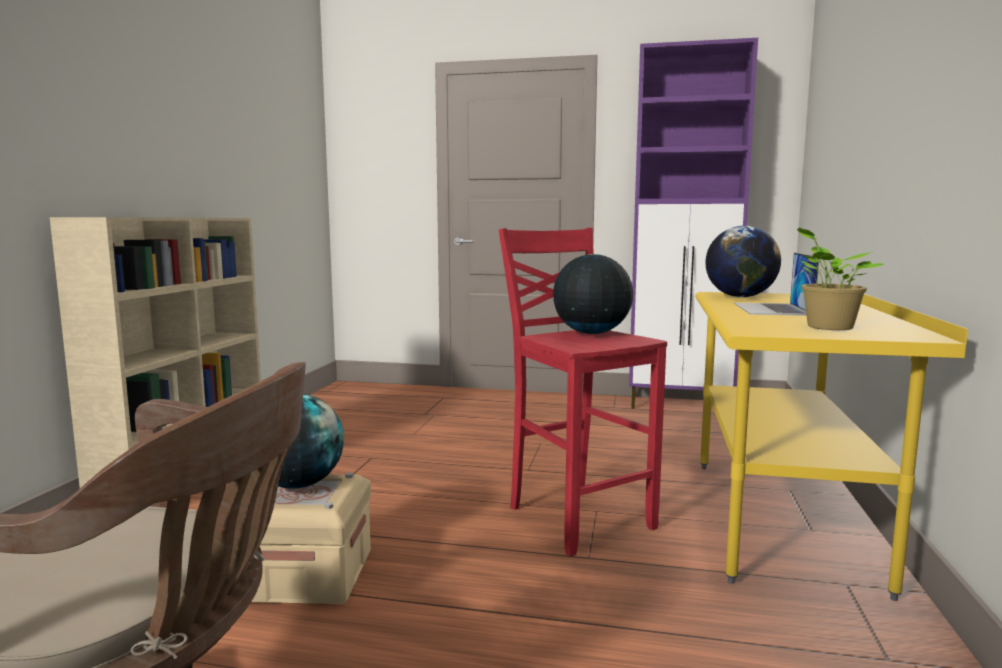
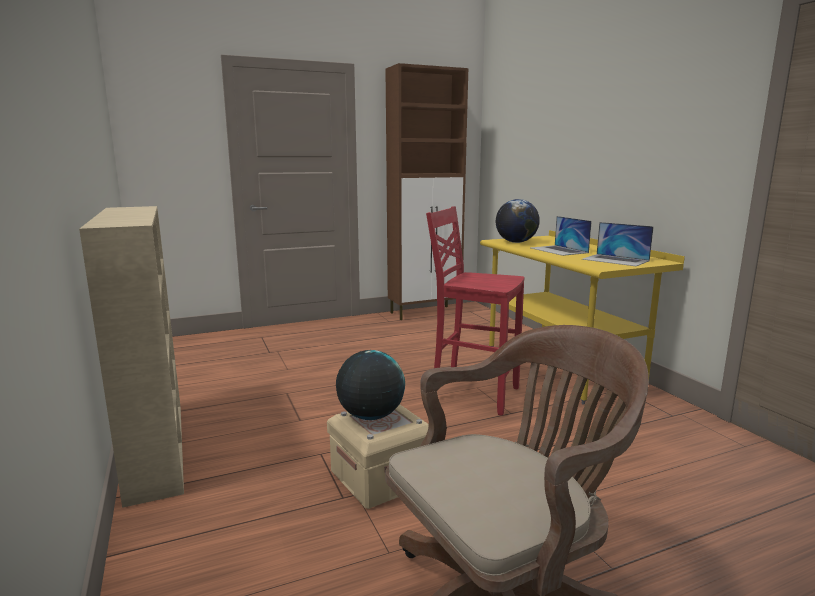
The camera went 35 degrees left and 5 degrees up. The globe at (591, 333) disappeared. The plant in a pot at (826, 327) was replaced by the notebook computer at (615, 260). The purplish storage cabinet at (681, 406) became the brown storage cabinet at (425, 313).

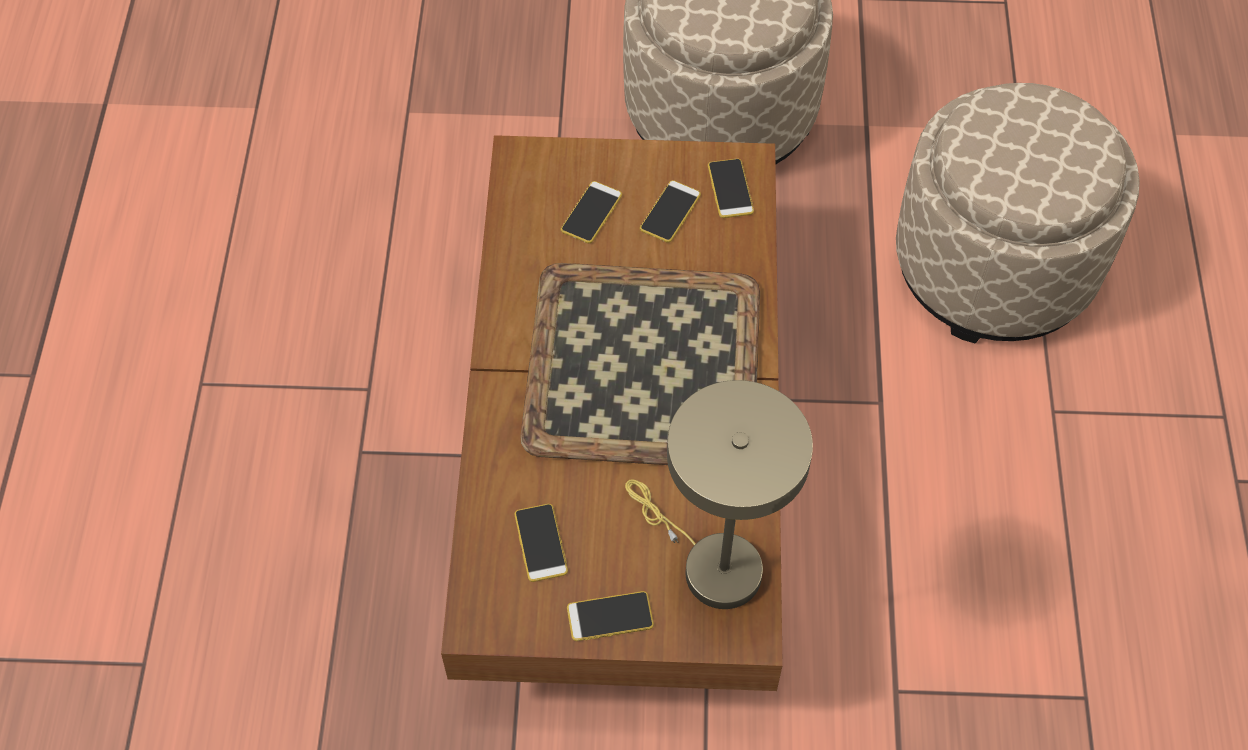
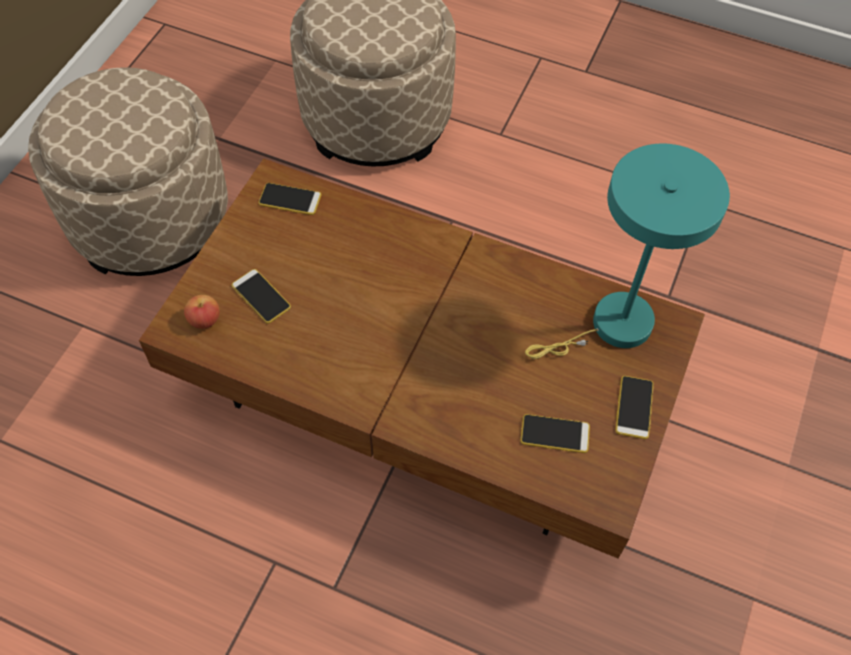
The camera went 70 degrees left and 0 degrees up. The tray at (641, 366) disappeared. The handset at (670, 212) disappeared. The apple fruit at (204, 320) appeared. The beige-coloured tabletop lamp at (711, 564) became the blue-green tabletop lamp at (612, 327).

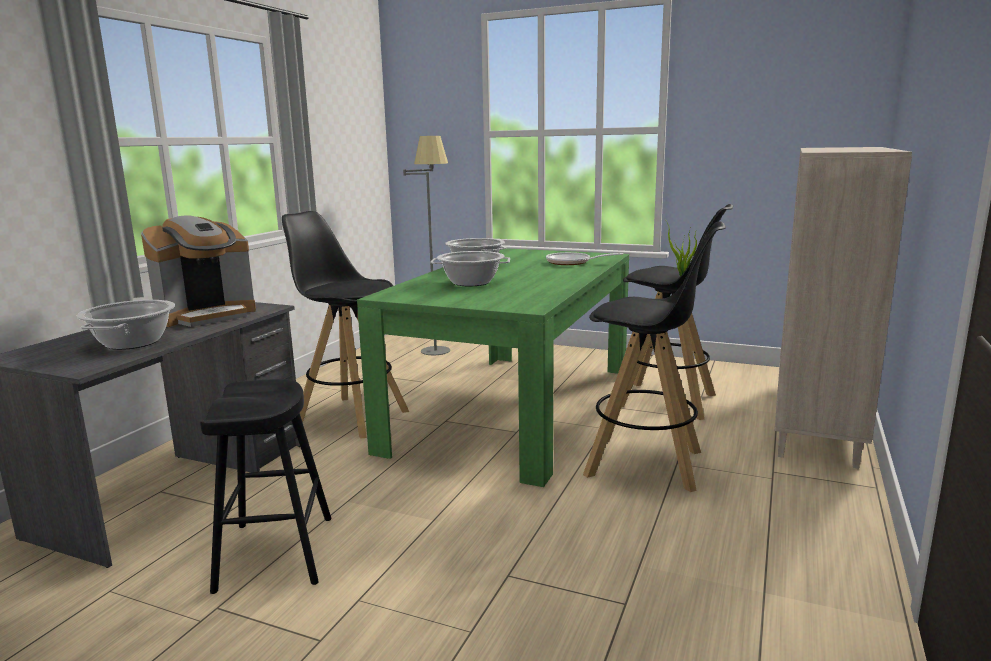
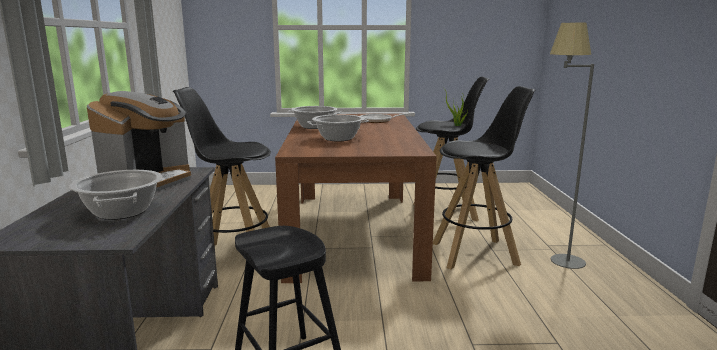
The camera went 25 degrees left and 0 degrees up. The beige-coloured storage cabinet at (815, 421) disappeared. The greyish standard lamp moved from (436, 346) to (556, 255). The greenish dinner table at (514, 408) became the brown dinner table at (353, 231).

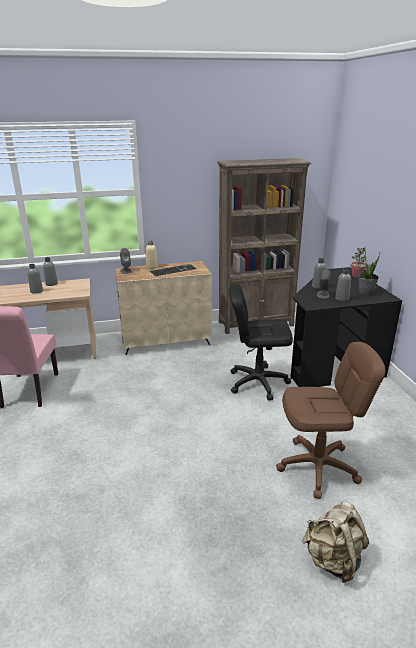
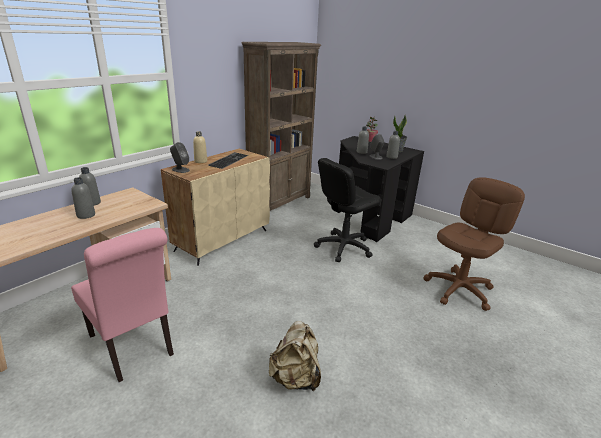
The camera went 40 degrees left and 0 degrees up. The beige-coloured knapsack moved from (333, 559) to (295, 378).

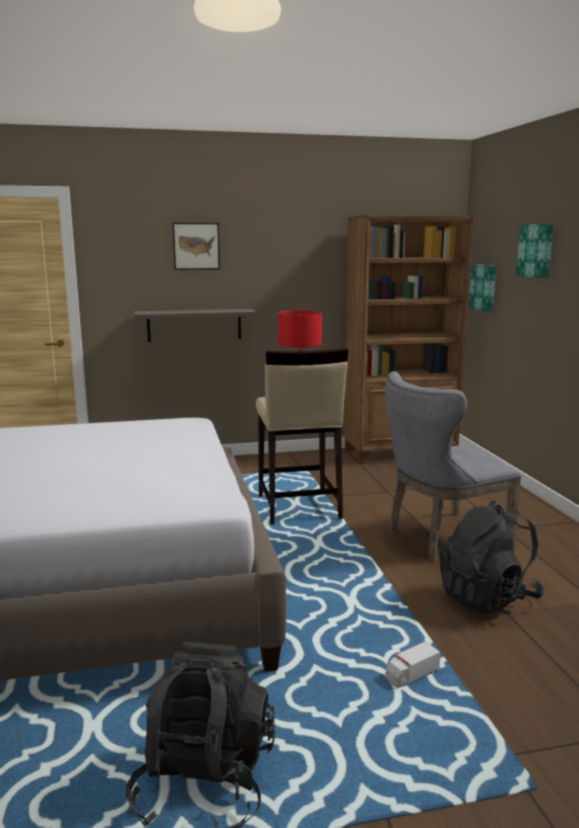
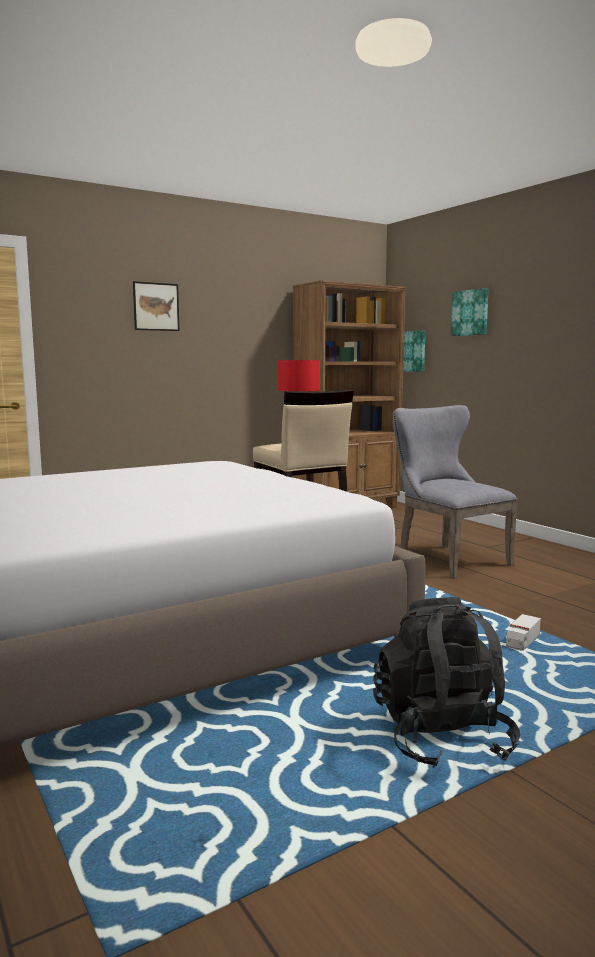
The camera went 20 degrees left and 5 degrees down. The bracket shelf at (194, 325) disappeared. The black knapsack at (487, 598) disappeared. The greyish chair at (441, 538) turned 105 degrees clockwise.

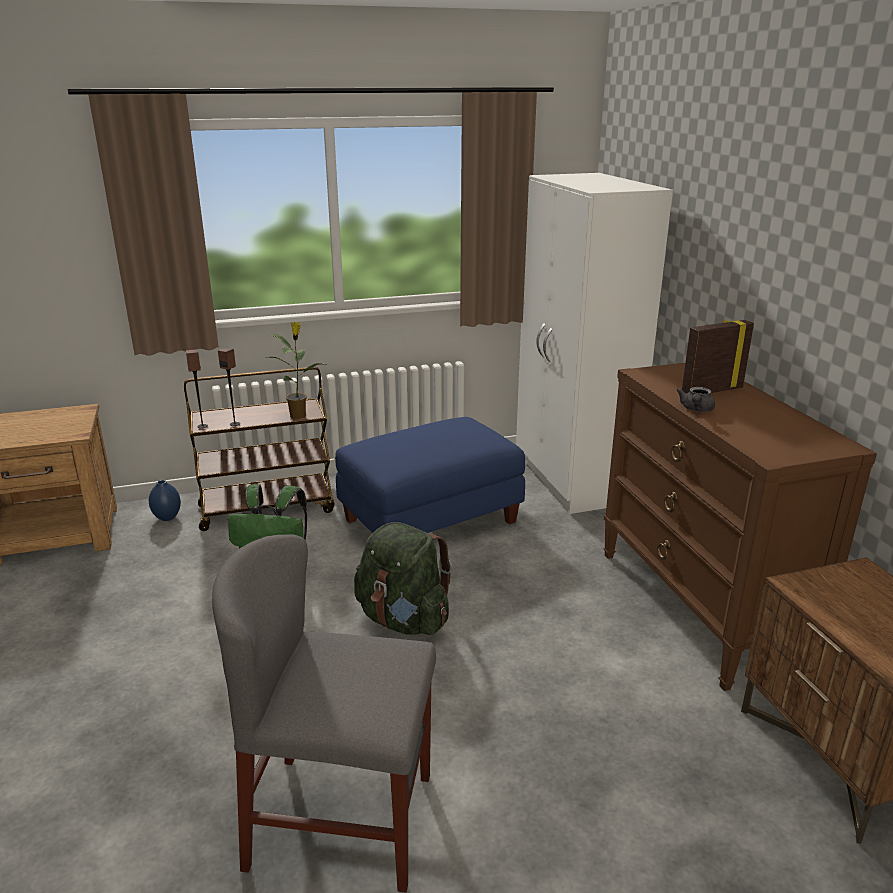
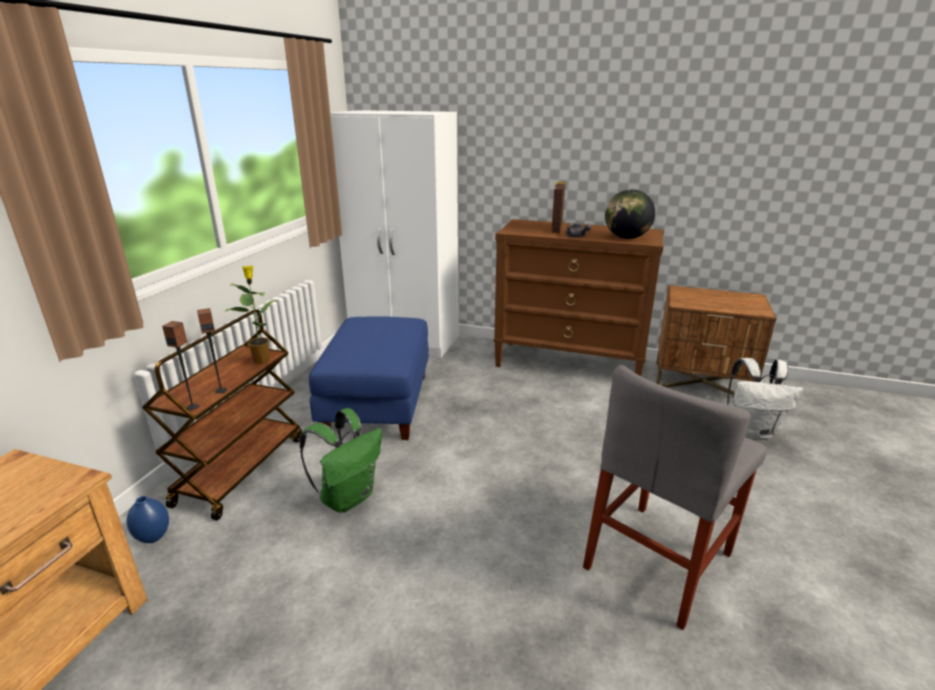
The camera went 55 degrees left and 0 degrees up. The greenish knapsack at (404, 620) disappeared. The globe at (626, 238) appeared. The whitish knapsack at (750, 431) appeared.

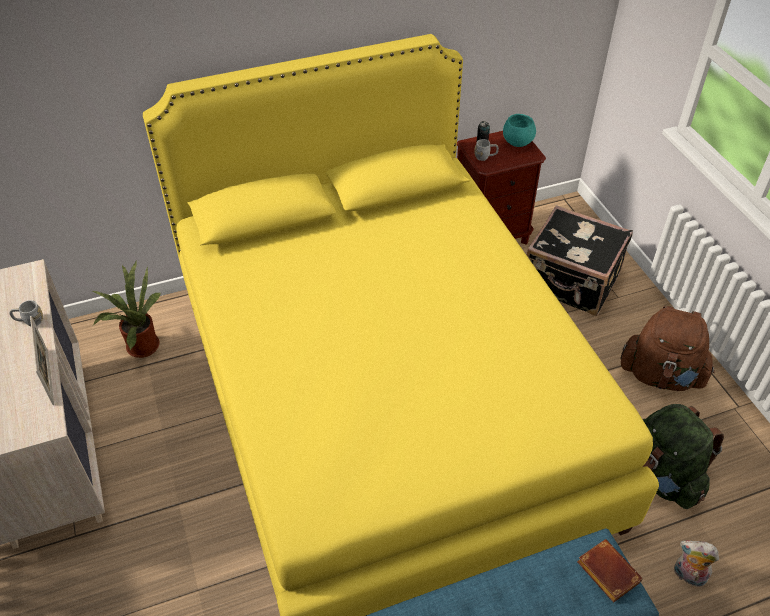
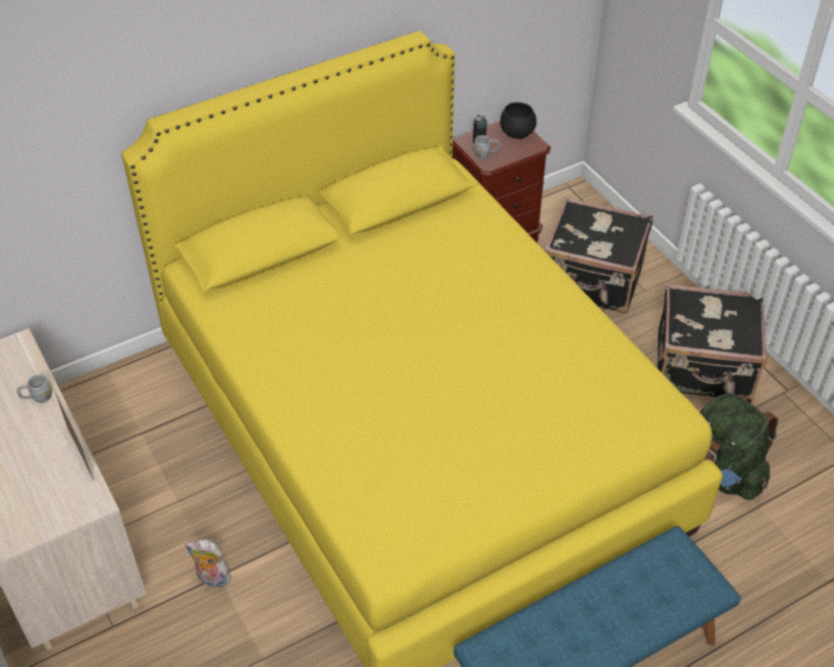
The camera went 10 degrees left and 0 degrees up. The plant in a pot at (140, 345) disappeared. The brown bound book at (605, 572) disappeared. The cuddly toy moved from (688, 576) to (211, 579). The brown knapsack at (661, 375) was replaced by the black piece of luggage at (703, 368). The blue-green bowl at (518, 142) became the black bowl at (517, 133).

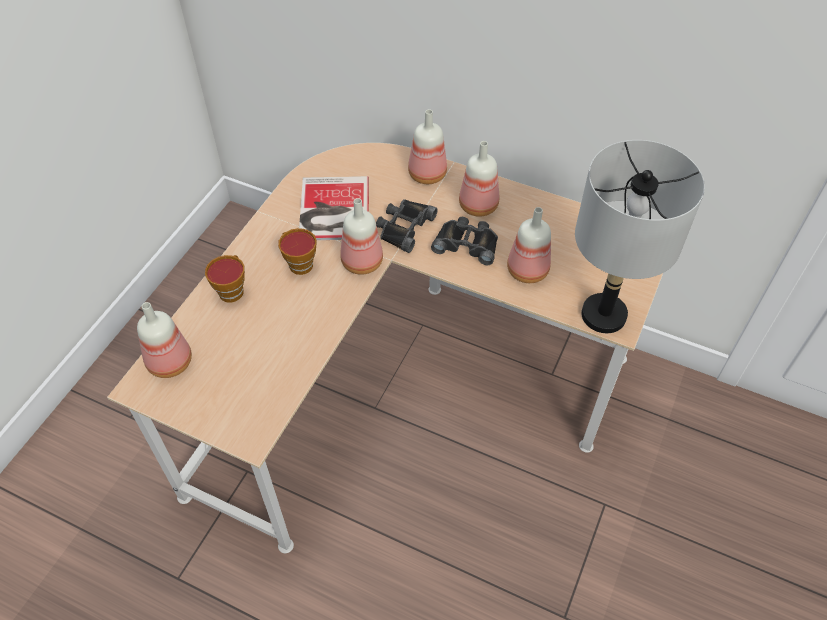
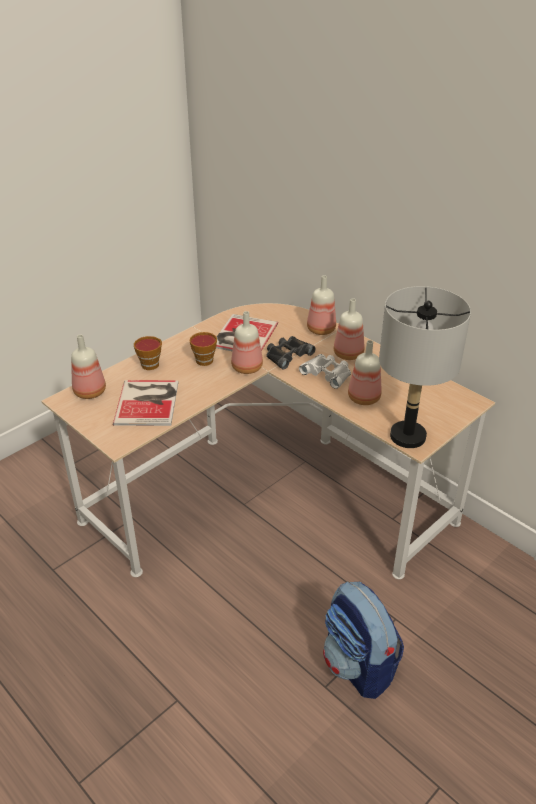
The camera went 20 degrees right and 15 degrees down. The bound book at (149, 401) appeared. The knapsack at (358, 665) appeared. The black binoculars at (467, 243) became the whitish binoculars at (327, 373).

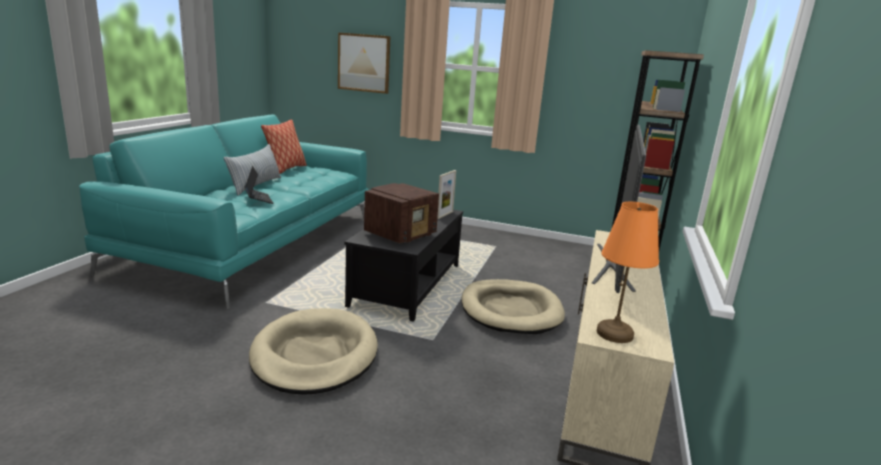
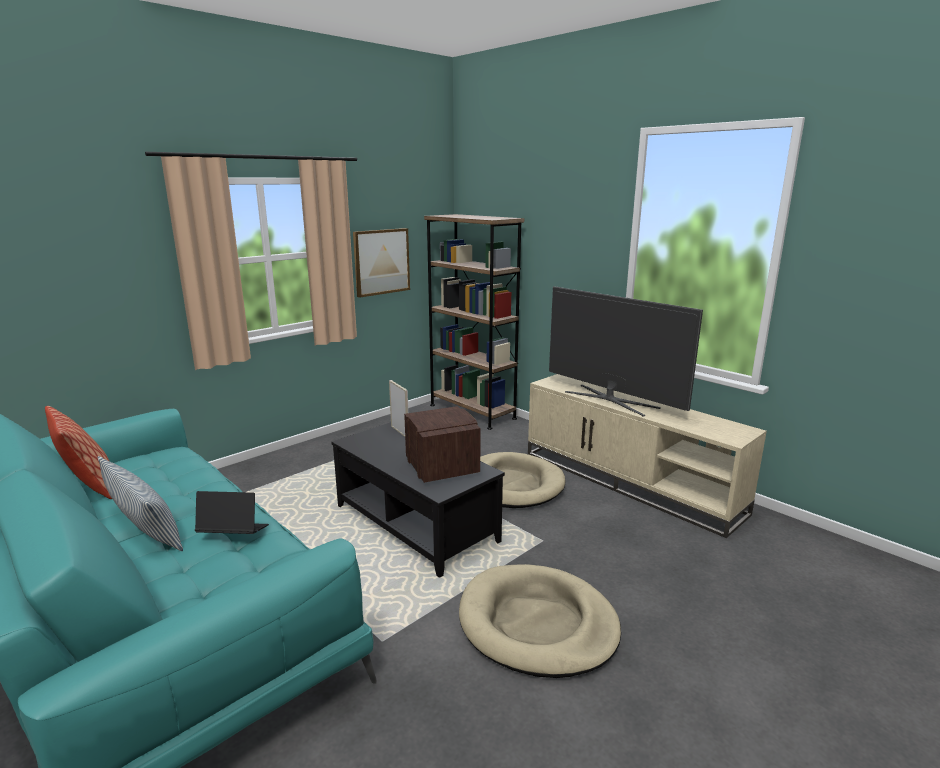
The camera went 60 degrees left and 0 degrees up. The orange-coloured tabletop lamp at (615, 334) disappeared. The wall art moved from (364, 63) to (381, 261).

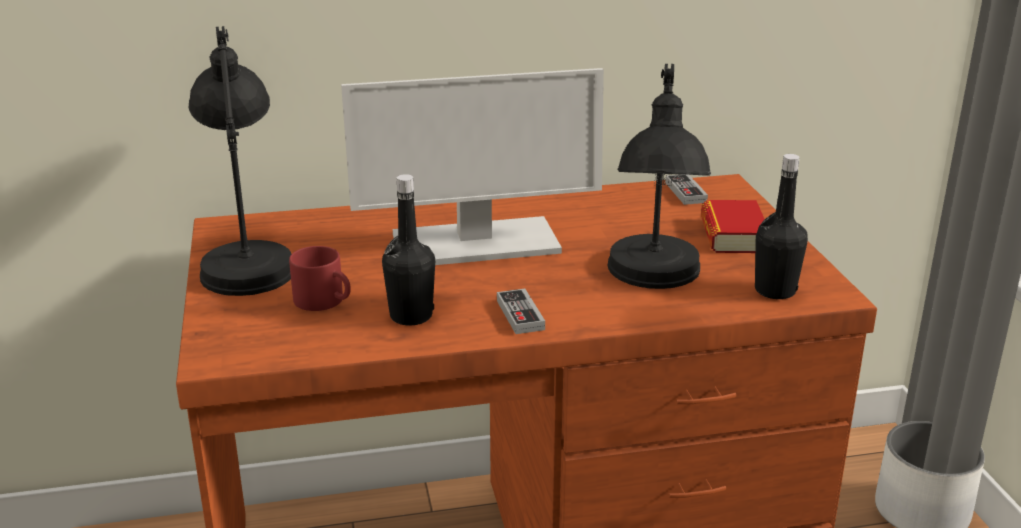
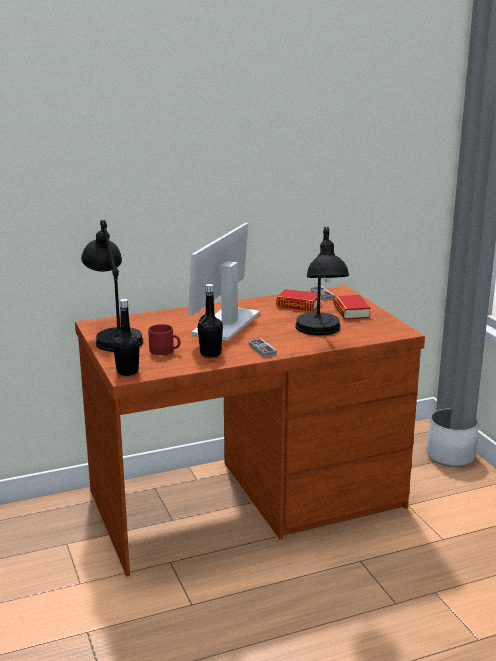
The camera went 10 degrees left and 5 degrees down. The bound book at (298, 305) appeared. The black beverage bottle moved from (775, 290) to (127, 371). The computer screen at (474, 244) turned 135 degrees clockwise.

